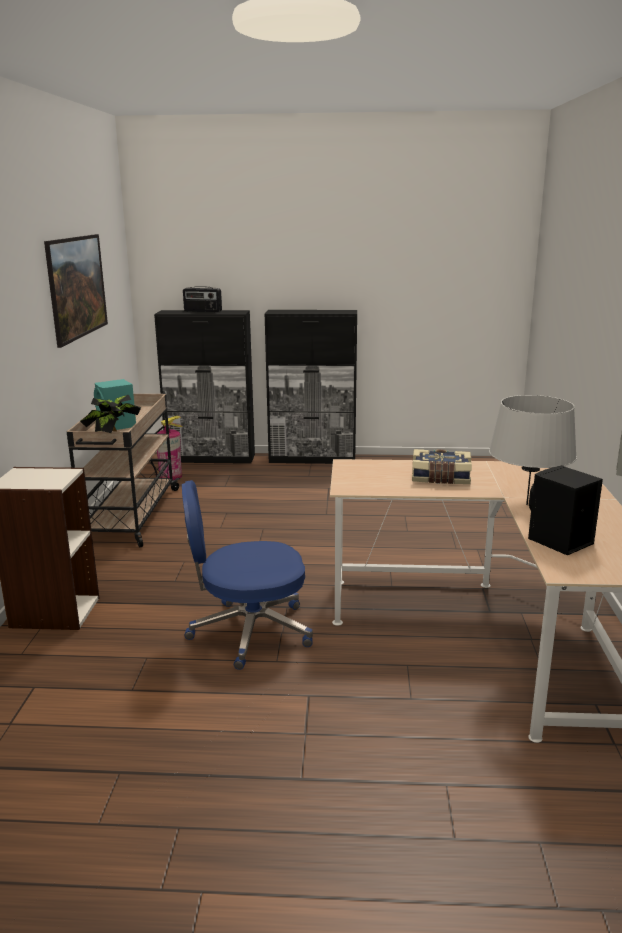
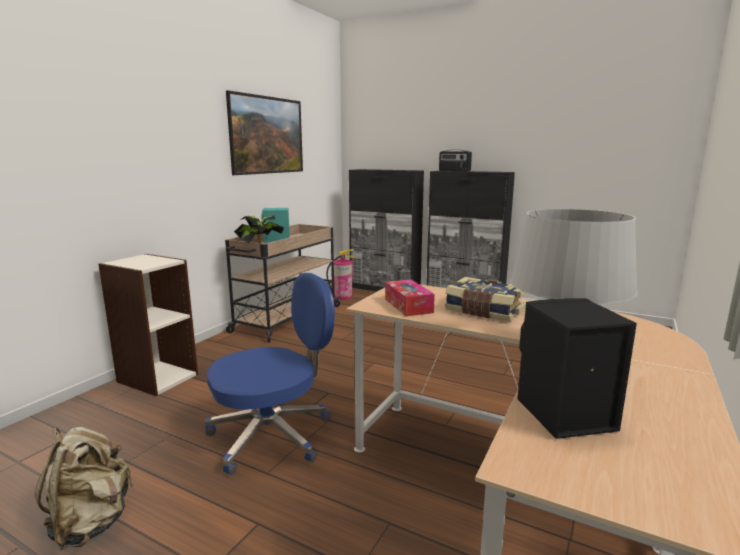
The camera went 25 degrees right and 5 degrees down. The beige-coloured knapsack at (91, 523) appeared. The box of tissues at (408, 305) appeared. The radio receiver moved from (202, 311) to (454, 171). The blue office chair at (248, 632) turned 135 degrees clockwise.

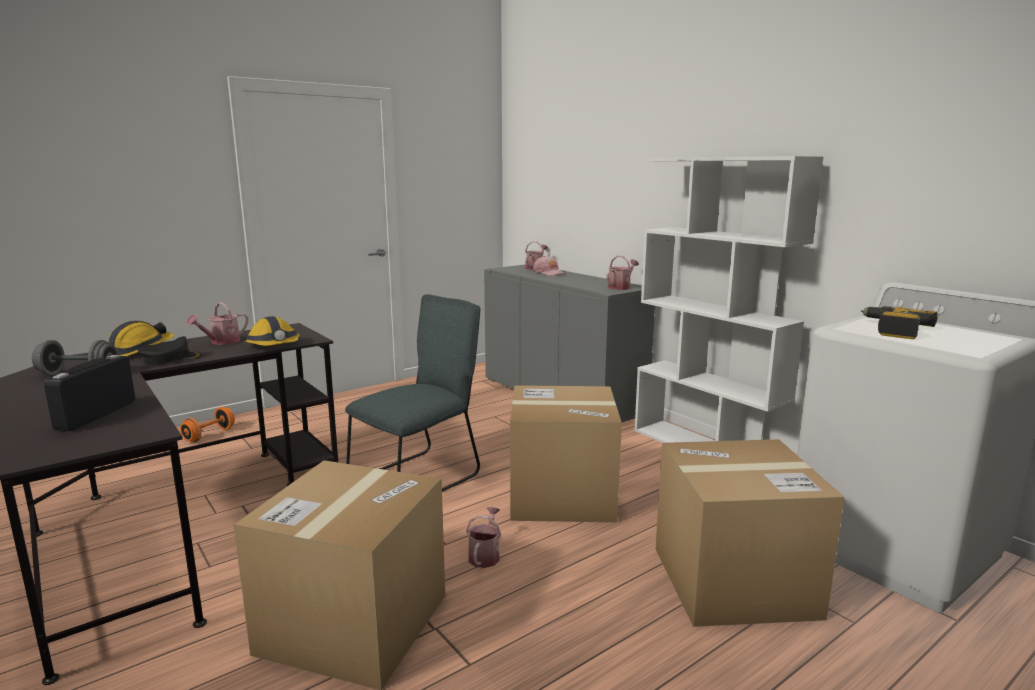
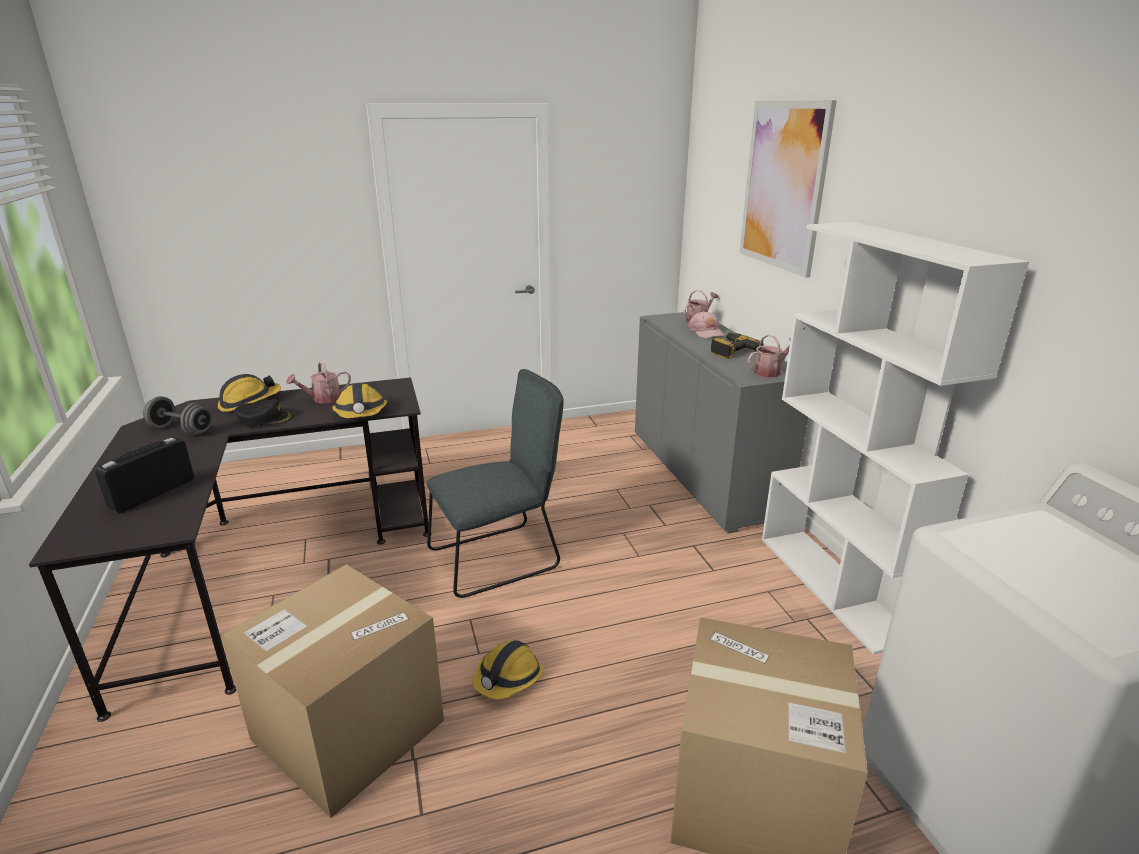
The camera went 20 degrees right and 10 degrees up. The orange-coloured dumbbell at (209, 435) disappeared. The carton at (561, 495) disappeared. The wall art at (783, 186) appeared. The electric drill moved from (893, 330) to (731, 351). The watering pot at (485, 555) was replaced by the safety helmet at (508, 678).

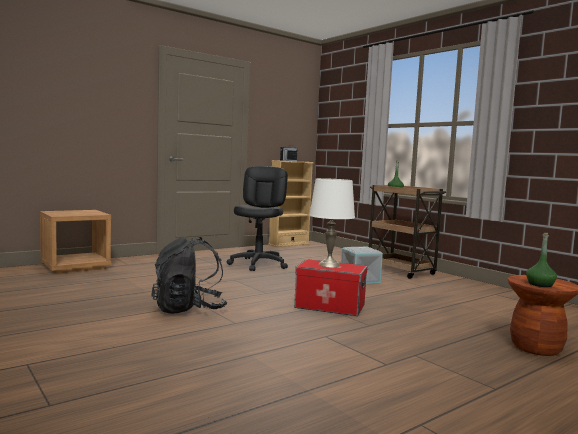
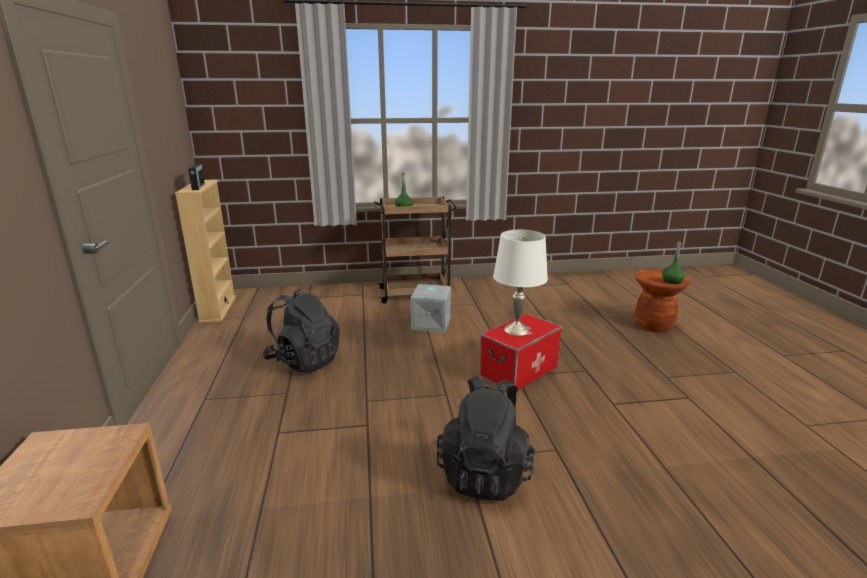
The camera went 60 degrees left and 15 degrees up. The black office chair at (258, 264) was replaced by the black knapsack at (304, 361).

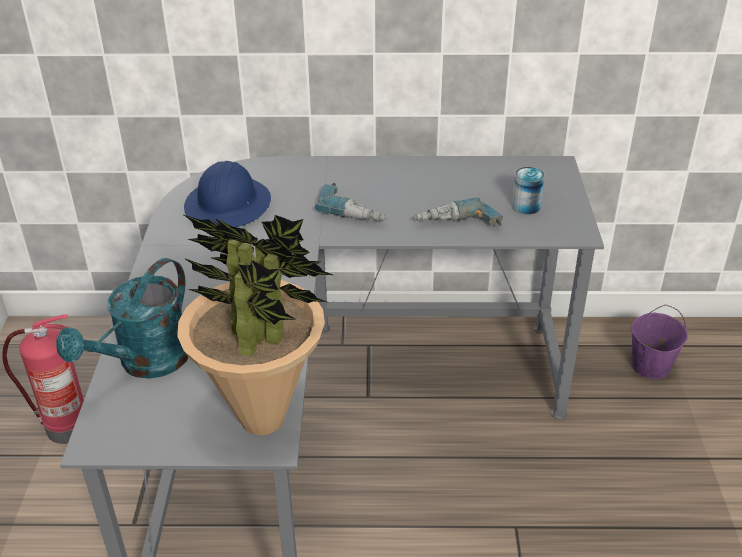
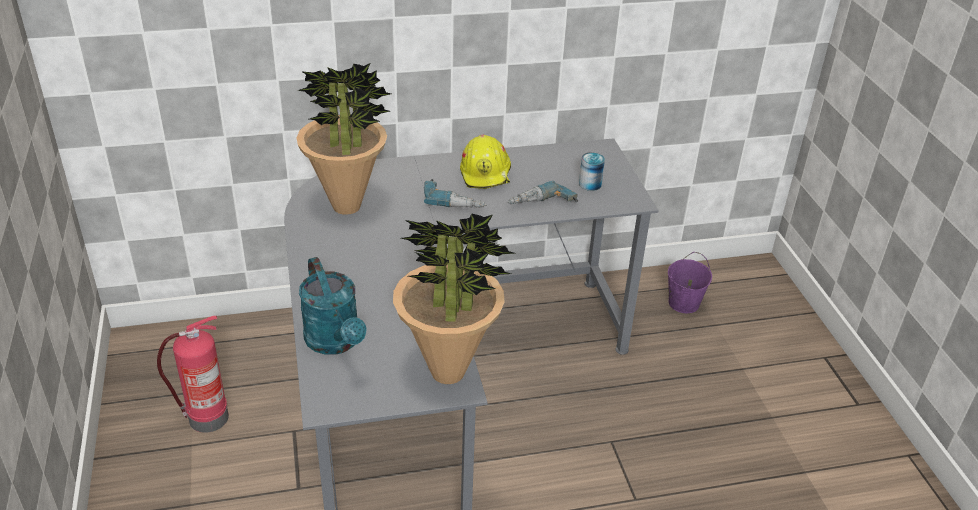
The camera went 15 degrees left and 0 degrees up. The yellowish safety helmet at (486, 173) appeared. The blue safety helmet at (228, 205) was replaced by the plant in a pot at (347, 206). The blue-green watering pot at (146, 363) turned 45 degrees counterclockwise.

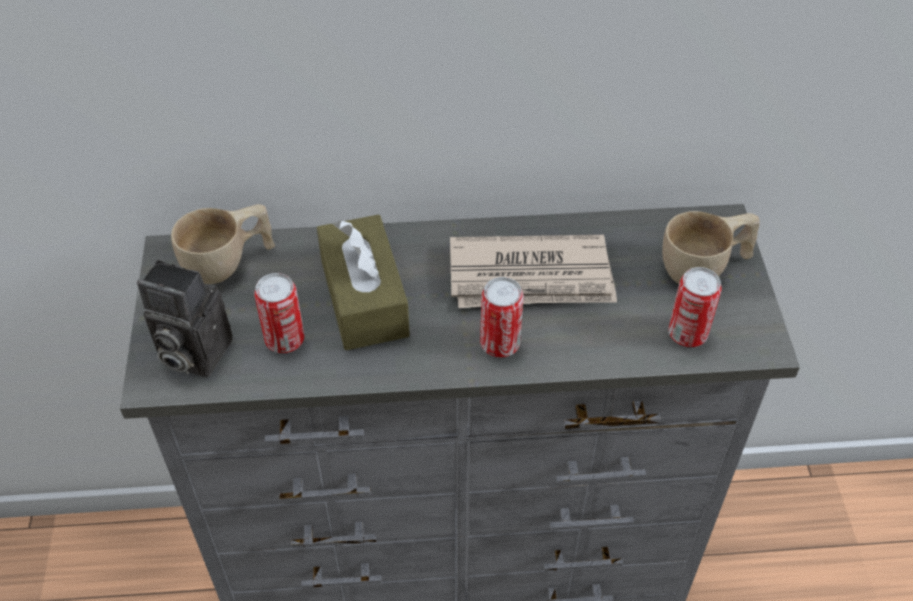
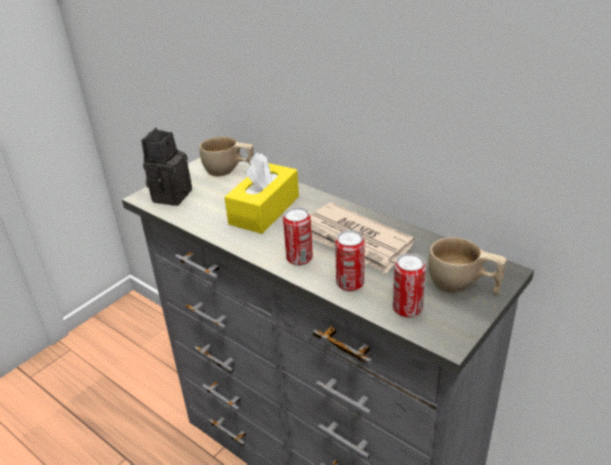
The camera went 45 degrees right and 15 degrees down. The metal can moved from (285, 340) to (350, 284). The brown box of tissues at (364, 298) became the yellowish box of tissues at (264, 210). The photo camera at (191, 353) turned 45 degrees clockwise.

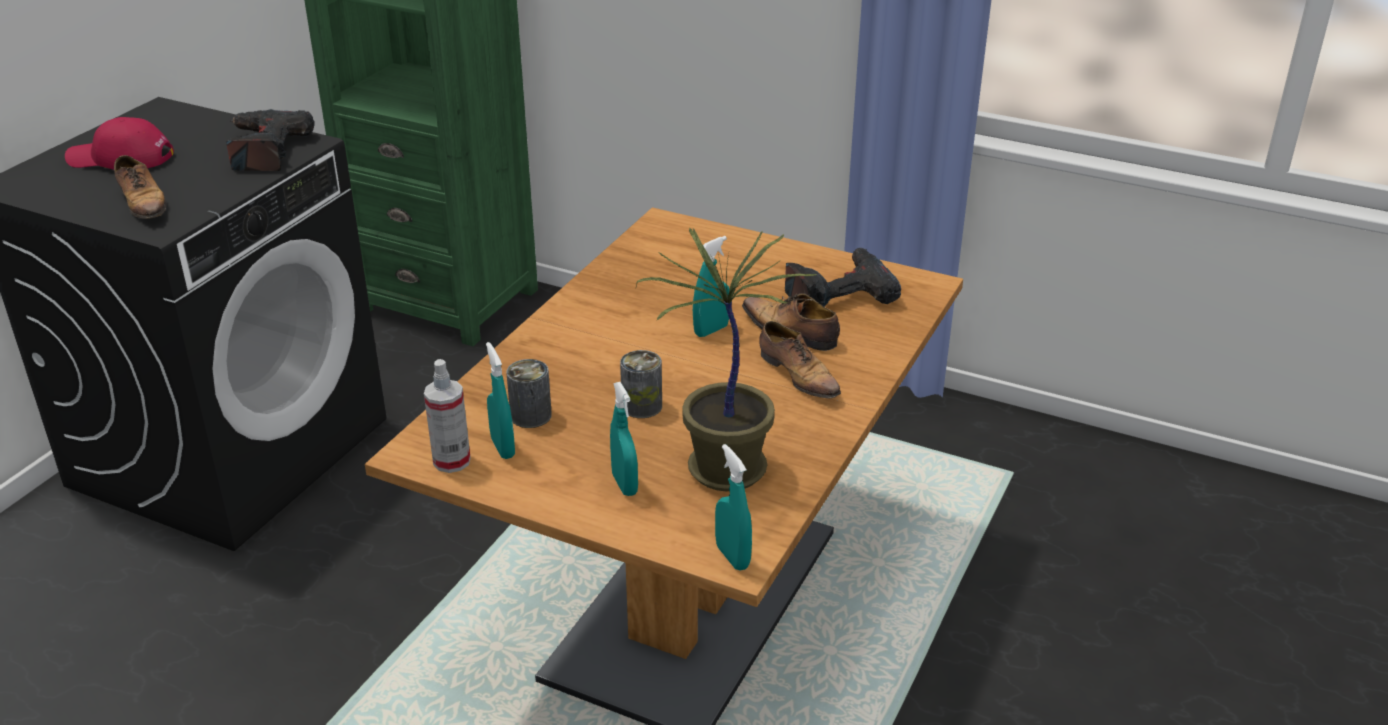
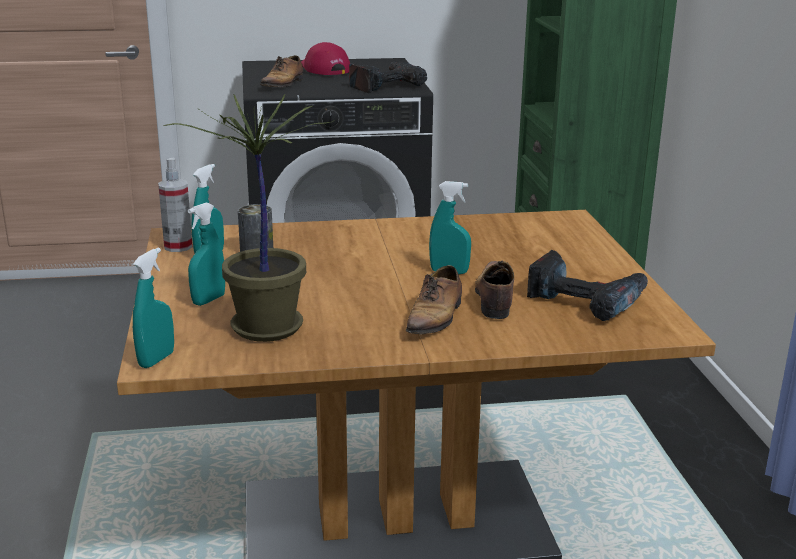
The camera went 55 degrees right and 10 degrees down. The metal can at (642, 406) disappeared.

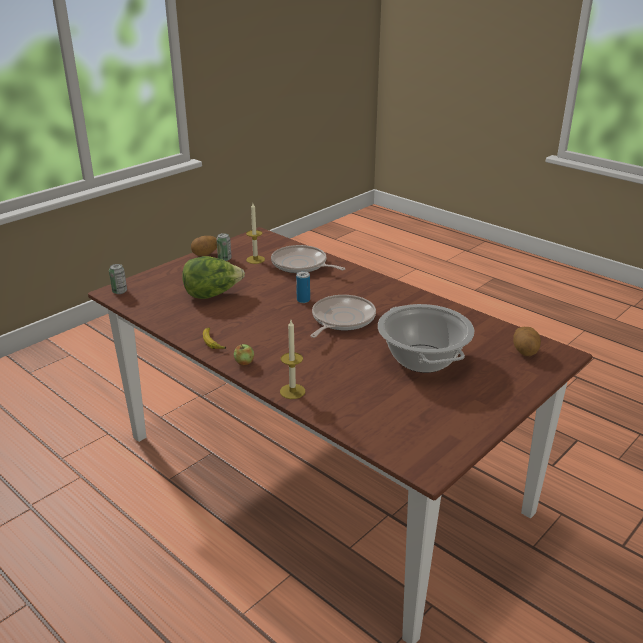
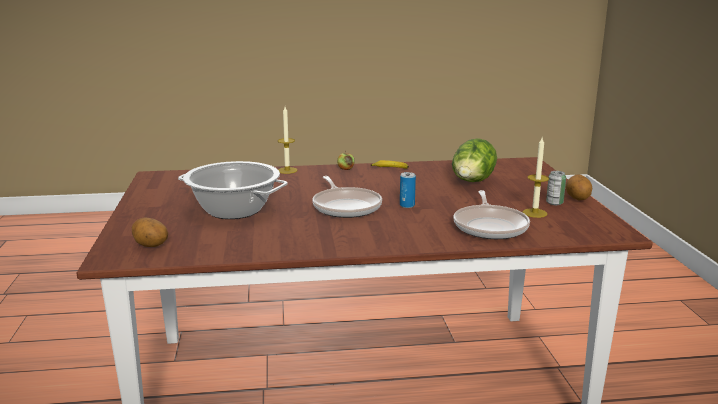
The camera went 130 degrees right and 10 degrees down. The metal can at (119, 291) disappeared. The pan at (301, 265) turned 105 degrees clockwise.

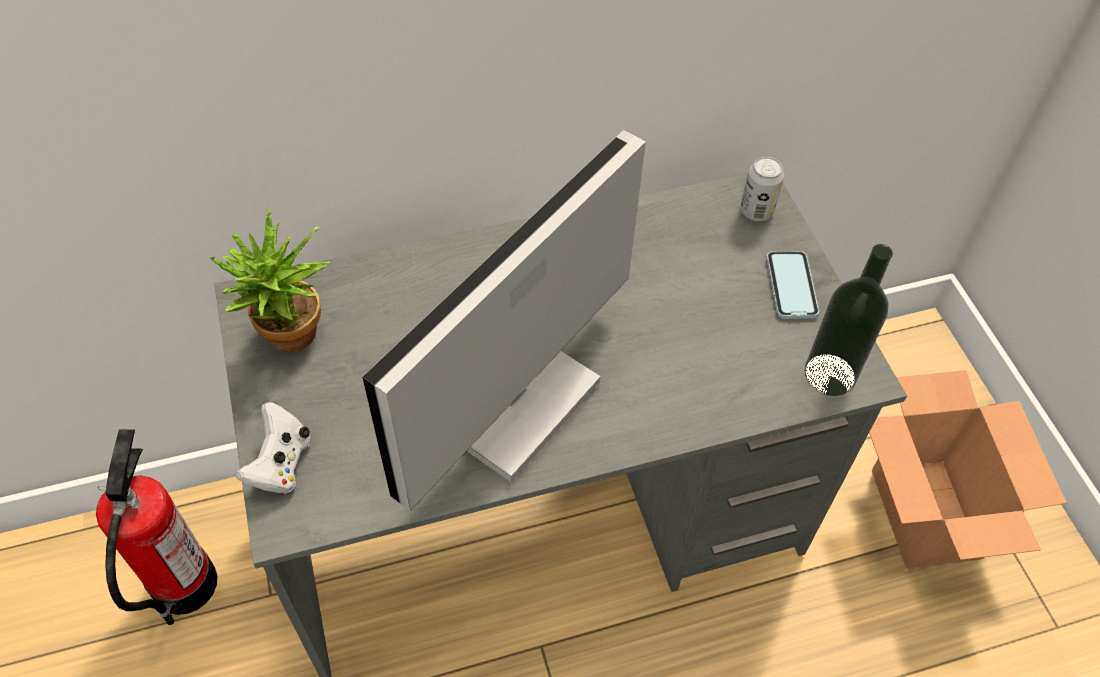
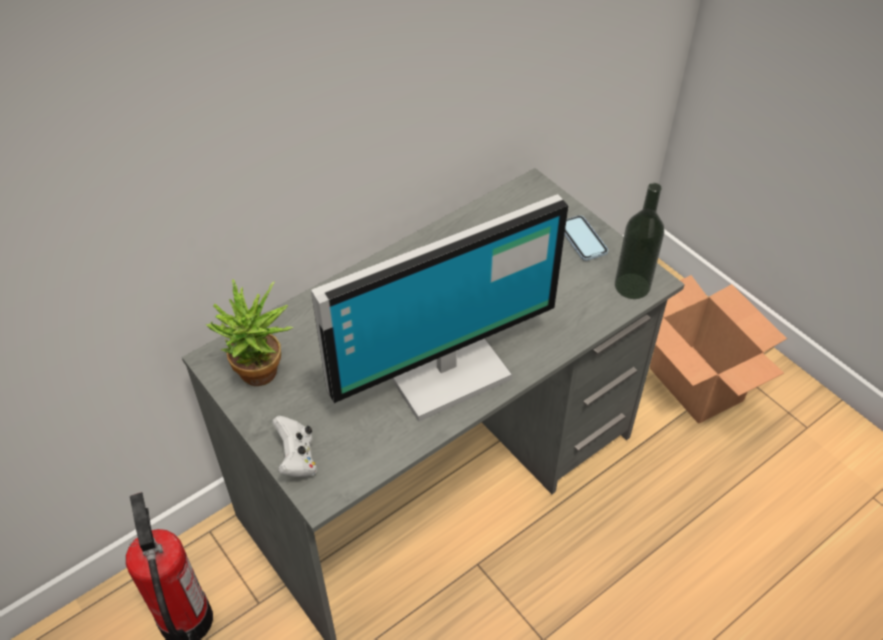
The camera went 20 degrees left and 5 degrees down. The metal can at (756, 211) disappeared. The computer screen at (520, 406) turned 135 degrees counterclockwise.

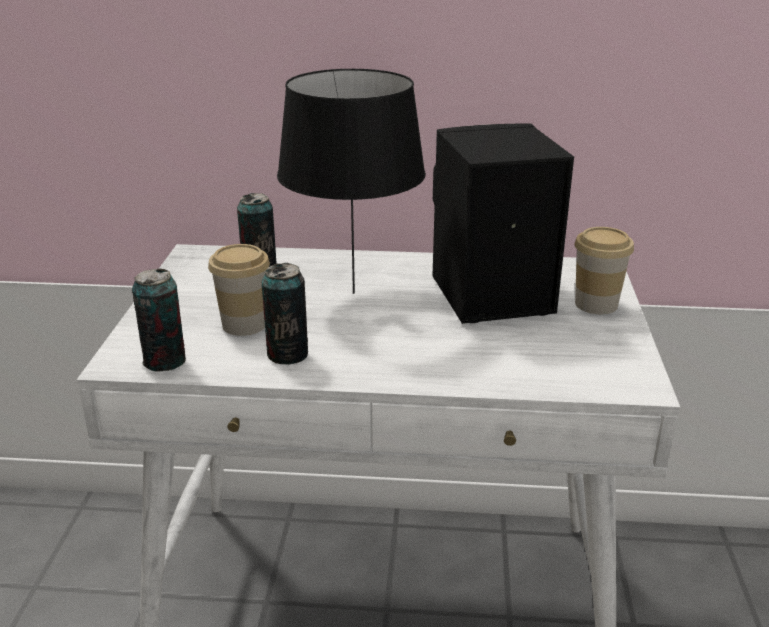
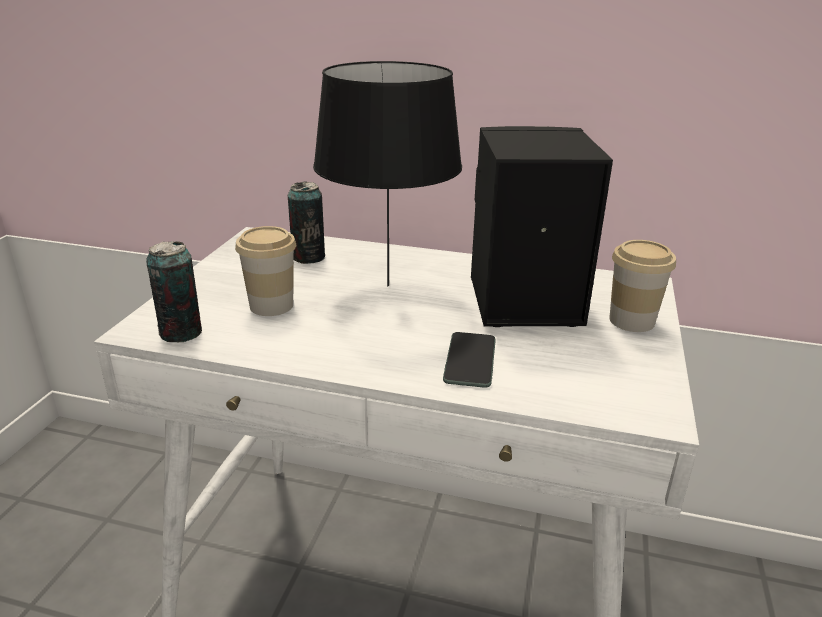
The camera went 10 degrees right and 0 degrees up. The metal can at (287, 354) disappeared. The handset at (470, 360) appeared.

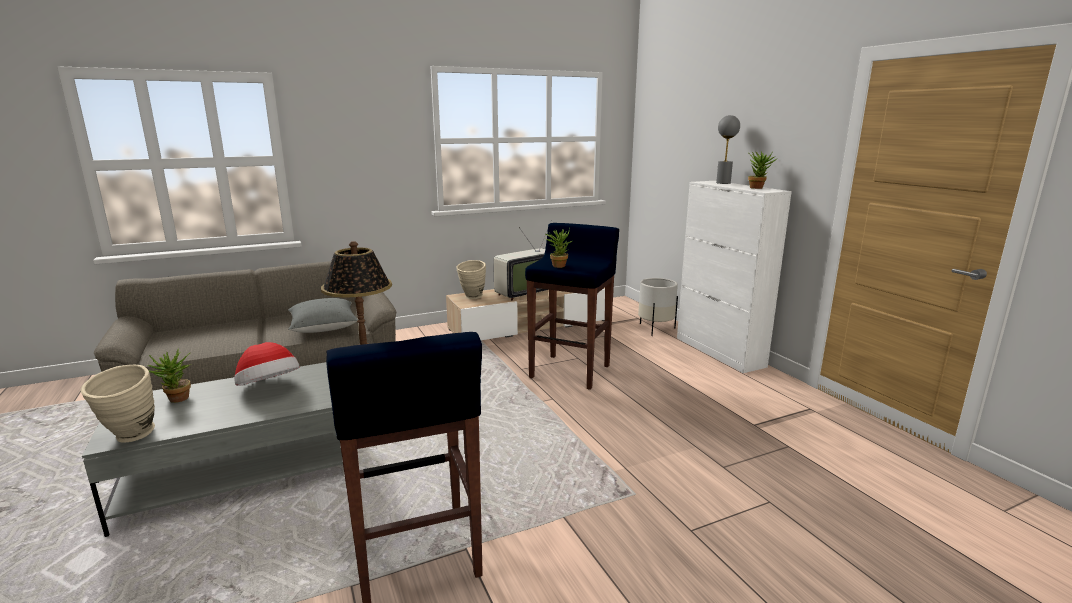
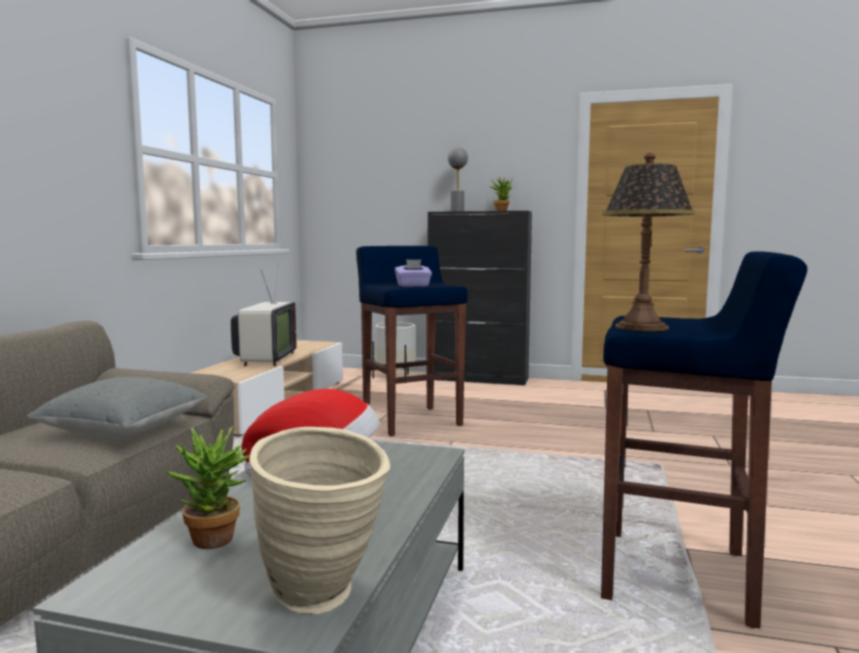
The camera went 50 degrees left and 10 degrees down. The beige-coloured flower vase at (472, 298) disappeared. The plant in a pot at (558, 265) was replaced by the purplish box of tissues at (413, 286). The whitish storage cabinet at (719, 352) became the black storage cabinet at (478, 379).

